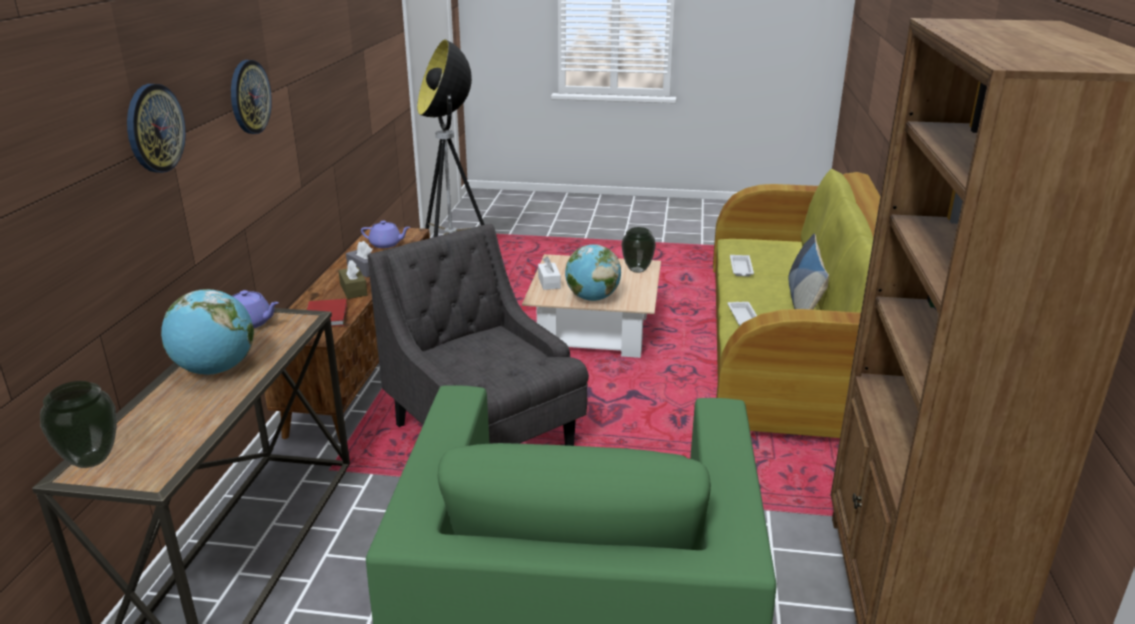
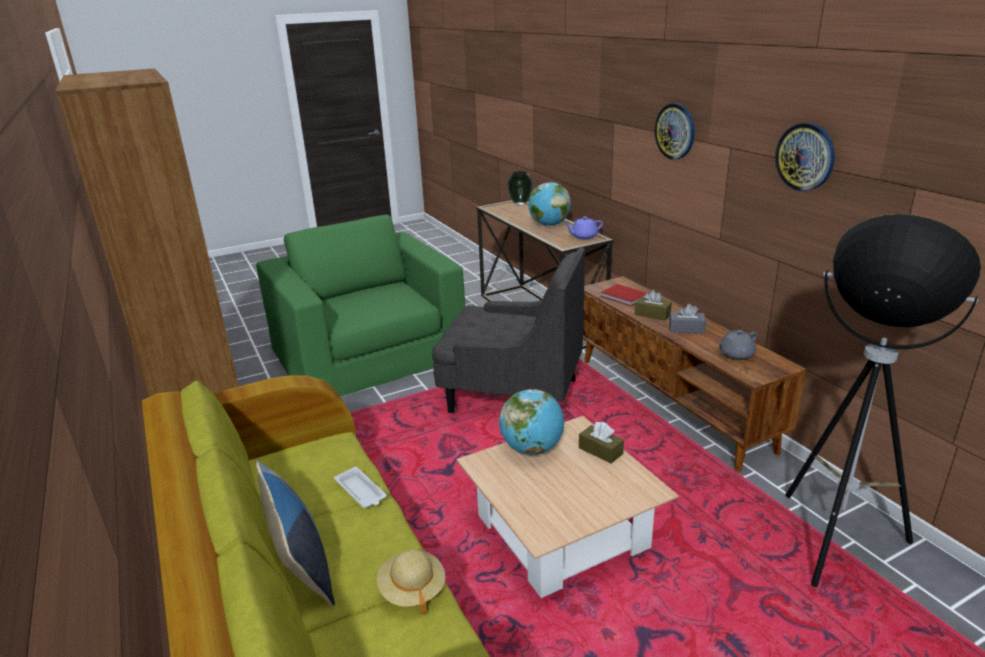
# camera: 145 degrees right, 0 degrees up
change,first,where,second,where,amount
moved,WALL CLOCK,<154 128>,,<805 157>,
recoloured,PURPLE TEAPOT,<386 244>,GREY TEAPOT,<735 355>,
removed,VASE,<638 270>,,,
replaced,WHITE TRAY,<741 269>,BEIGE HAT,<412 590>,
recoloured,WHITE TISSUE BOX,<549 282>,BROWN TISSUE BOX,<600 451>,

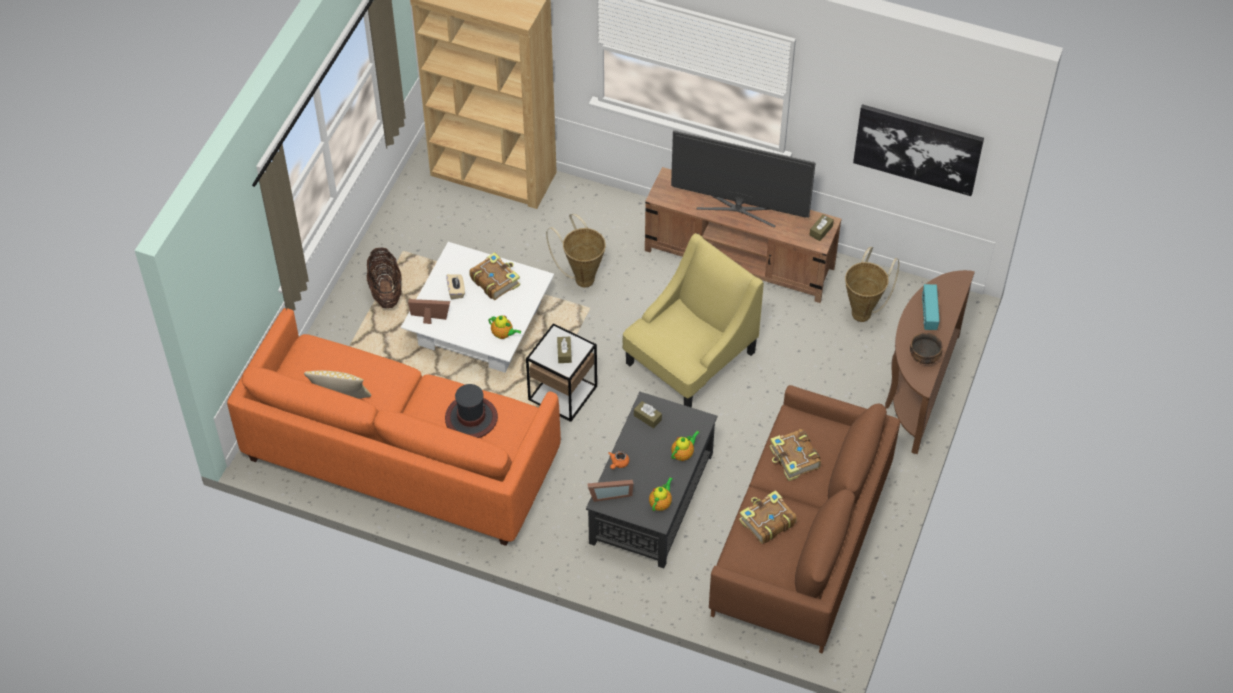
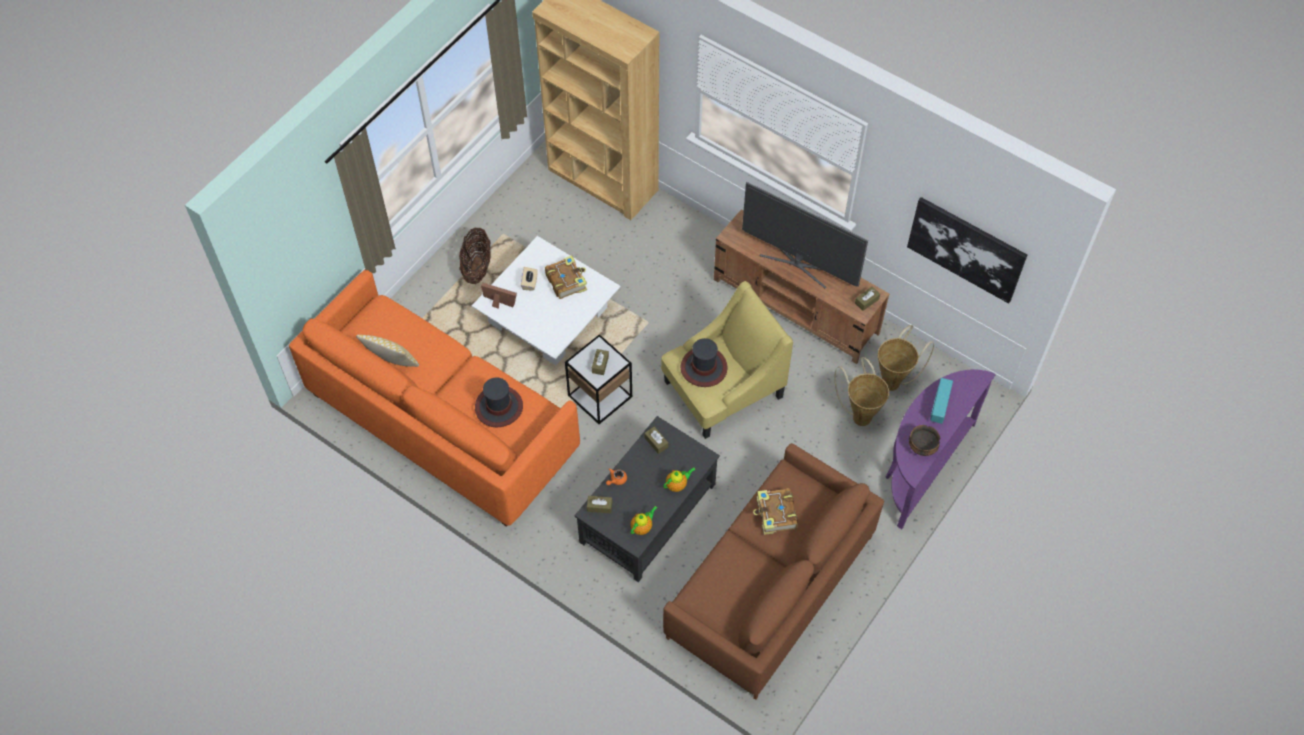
# camera: 15 degrees right, 5 degrees up
change,first,where,second,where,amount
moved,BASKET,<581 277>,,<859 414>,
recoloured,BROWN CONSOLE TABLE,<918 388>,PURPLE CONSOLE TABLE,<921 466>,
removed,TEAPOT,<503 334>,,,
replaced,PICTURE FRAME,<609 493>,BROWN TISSUE BOX,<599 506>,
removed,BOOK,<766 522>,,,
added,,,HAT,<704 367>,

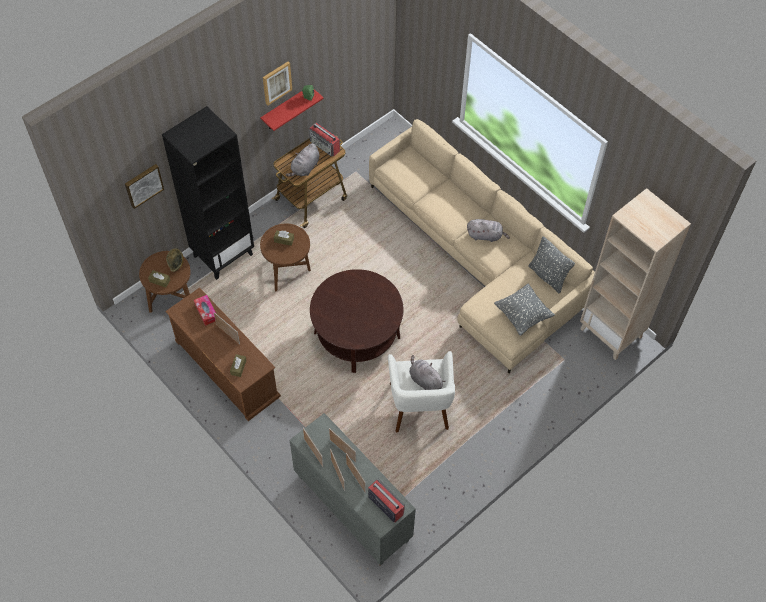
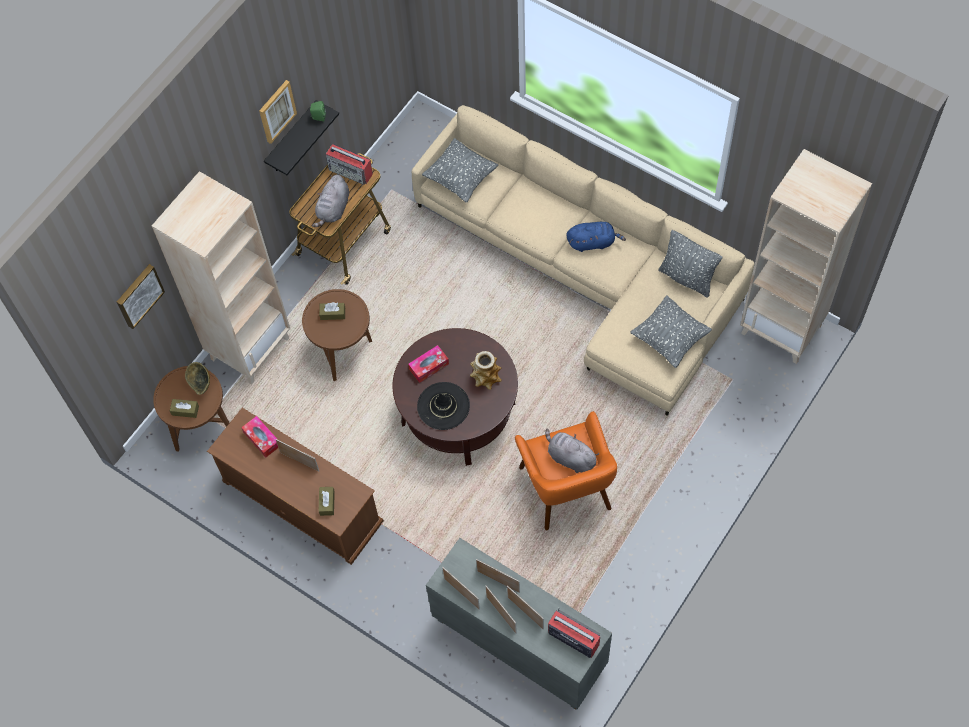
# camera: 10 degrees left, 5 degrees up
change,first,where,second,where,amount
recoloured,RED SHELF,<286 109>,BLACK SHELF,<292 139>,
recoloured,BLACK BOOKCASE,<223 254>,BEIGE BOOKCASE,<250 347>,
recoloured,GREY PLUSH TOY,<486 236>,BLUE PLUSH TOY,<593 242>,
recoloured,WHITE ARMCHAIR,<419 406>,ORANGE ARMCHAIR,<566 489>,
added,,,GREY PILLOW,<461 178>,
added,,,TISSUE BOX,<429 366>,
added,,,VASE,<485 377>,
added,,,BLACK HAT,<443 406>,

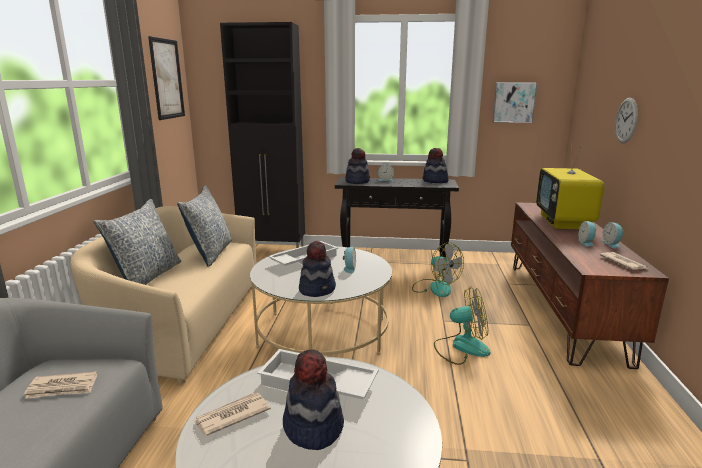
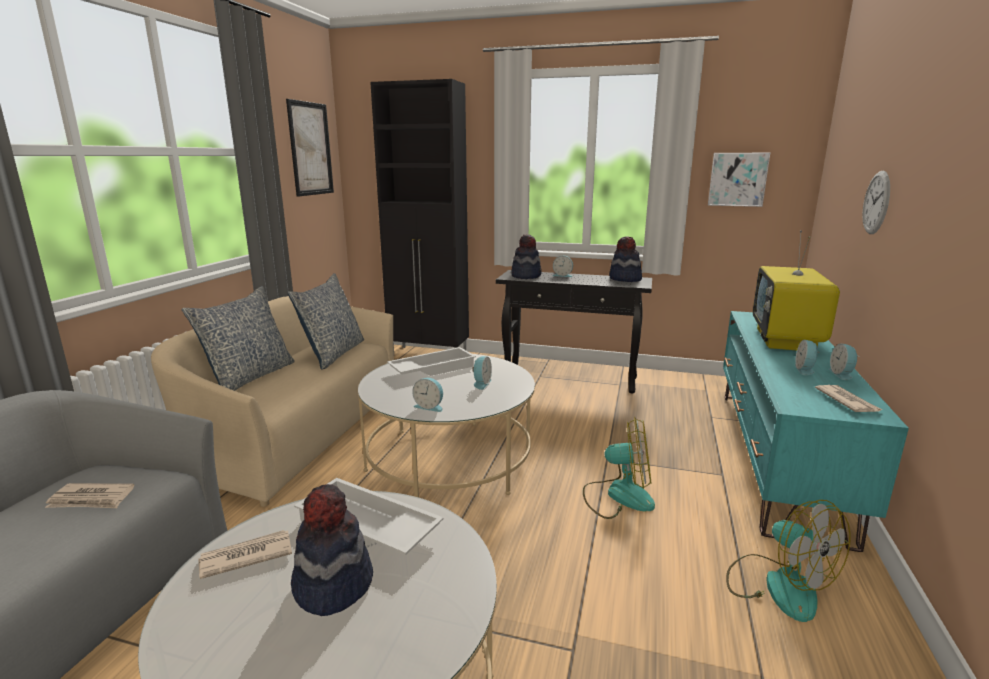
# camera: 10 degrees right, 0 degrees up
change,first,where,second,where,amount
recoloured,BROWN TV STAND,<562 308>,TURQUOISE TV STAND,<776 456>,
replaced,HAT,<317 289>,ALARM CLOCK,<429 406>,
moved,FAN,<435 287>,,<778 585>,

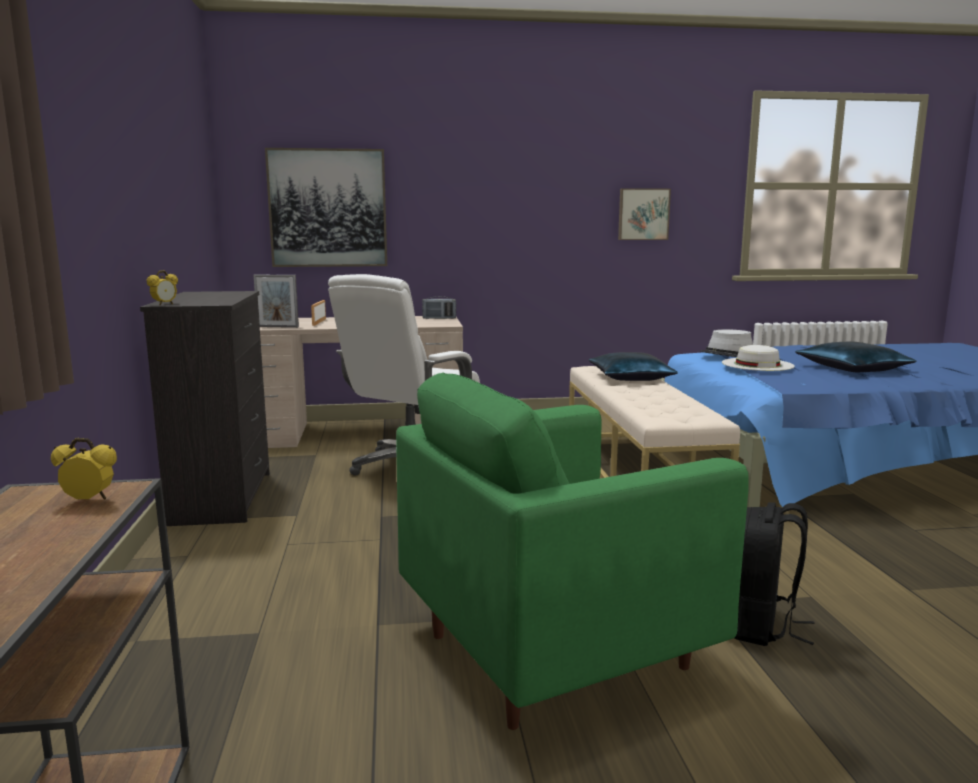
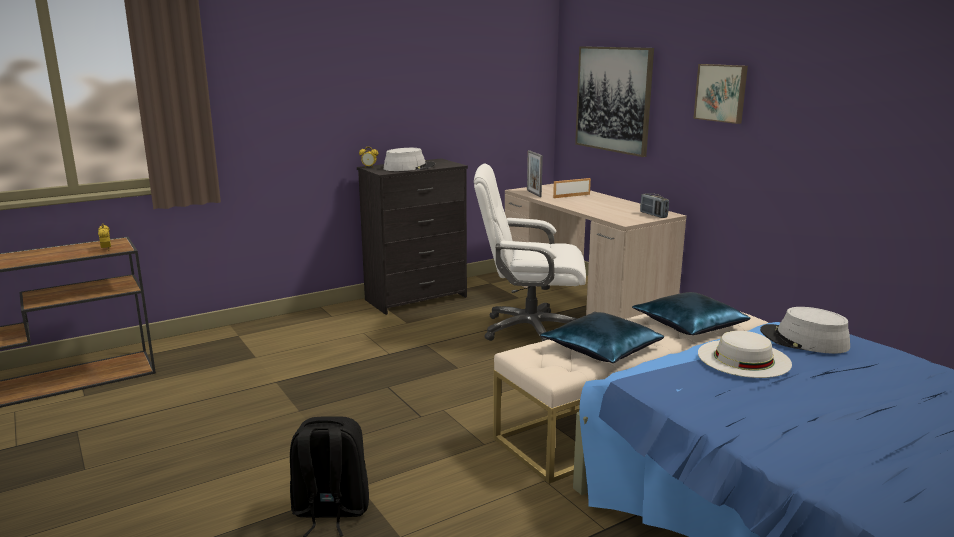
# camera: 65 degrees right, 5 degrees up
change,first,where,second,where,amount
moved,PICTURE,<643 214>,,<721 93>,
moved,BLUE PILLOW,<853 369>,,<601 349>,
removed,GREEN ARMCHAIR,<553 651>,,,
added,,,GREY HAT,<409 167>,

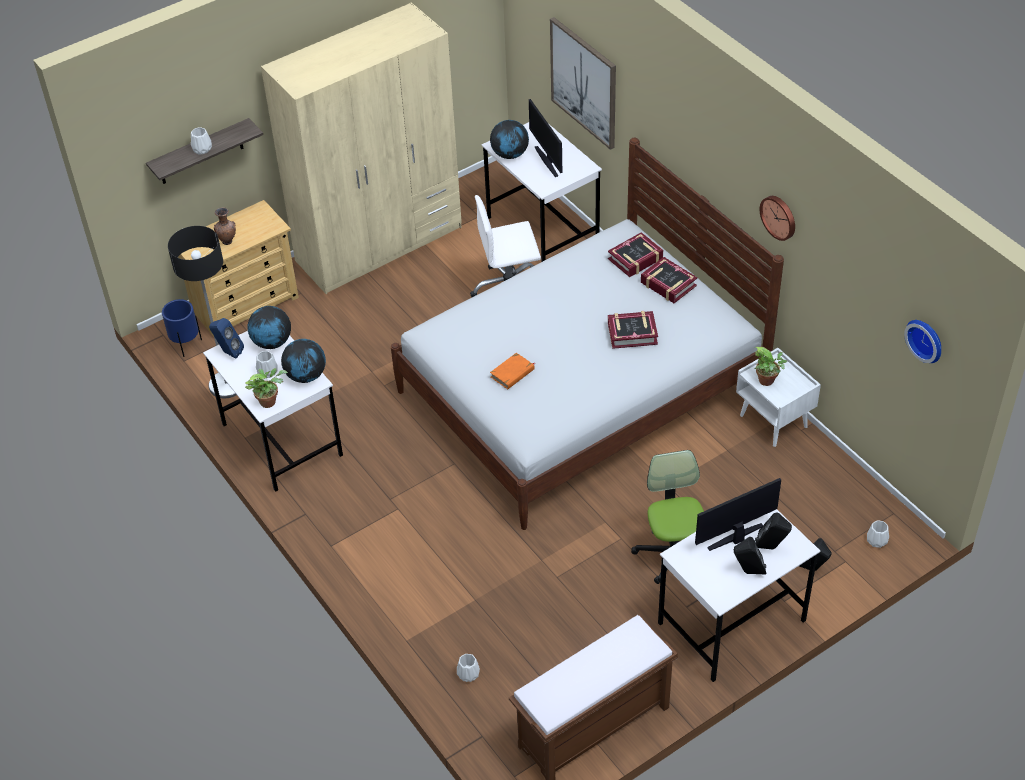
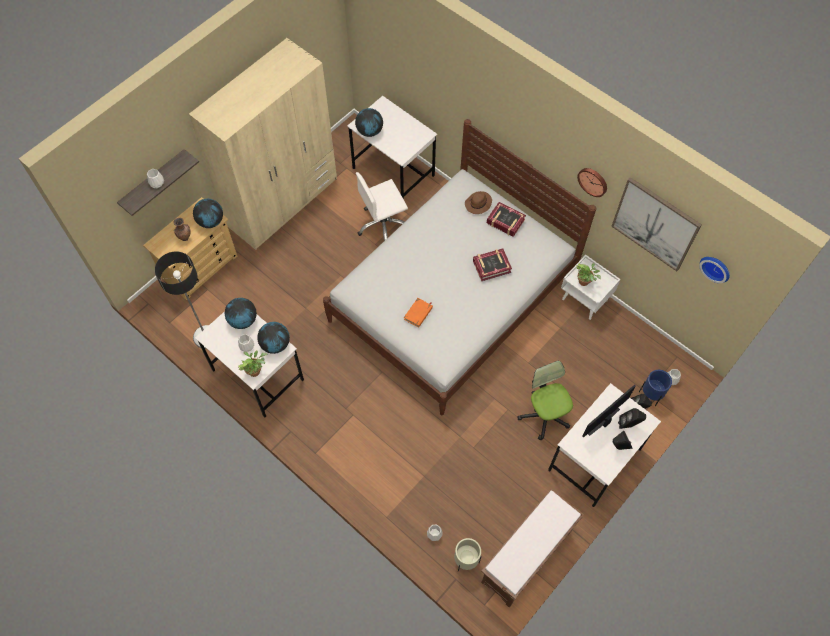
# camera: 15 degrees left, 15 degrees up
change,first,where,second,where,amount
moved,PICTURE,<584 82>,,<655 224>,
removed,MONITOR,<547 161>,,,
replaced,BOOK,<635 259>,BROWN HAT,<478 204>,
moved,BLUE PLANTER,<186 346>,,<651 395>,
removed,BLUE SPEAKER,<228 352>,,,
added,,,GLOBE,<211 221>,
added,,,BEIGE PLANTER,<466 560>,

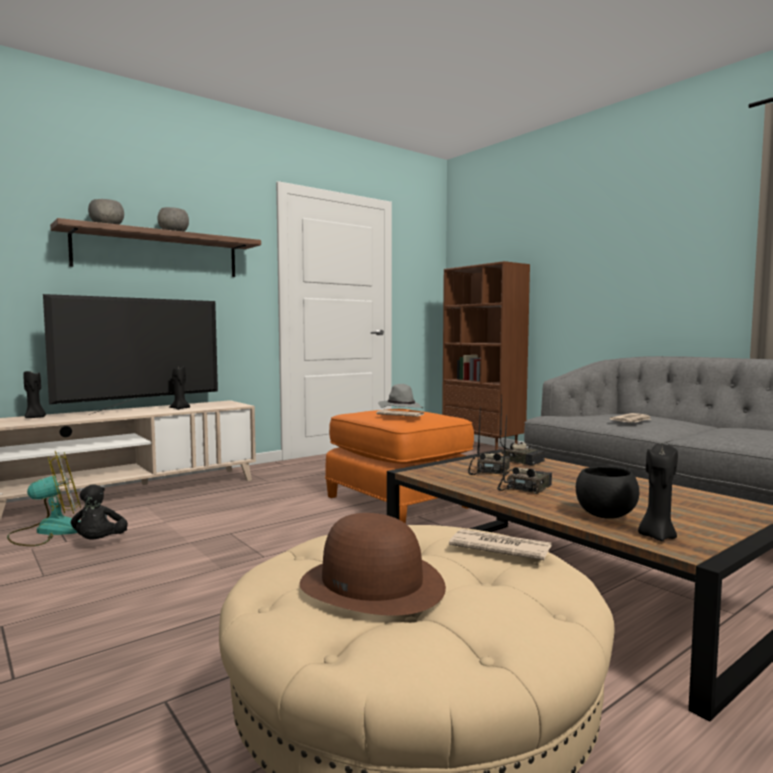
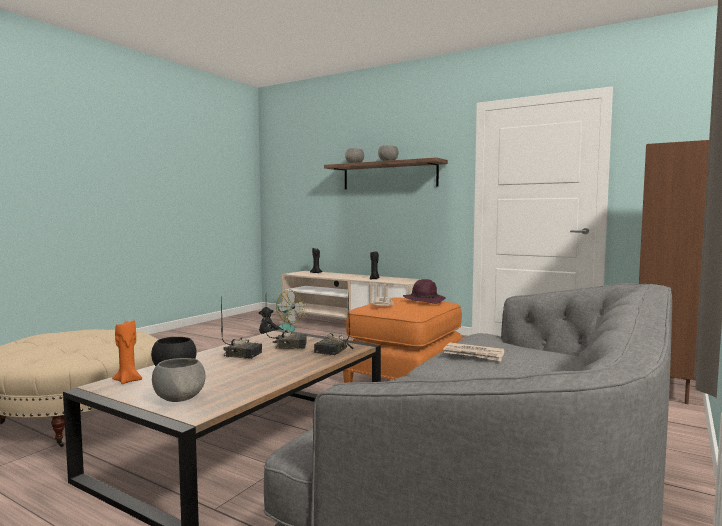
# camera: 70 degrees right, 0 degrees up
change,first,where,second,where,amount
removed,TELEVISION,<141 409>,,,
recoloured,GREY HAT,<400 408>,PURPLE HAT,<424 300>,
recoloured,BLACK CANDLE,<656 536>,ORANGE CANDLE,<128 381>,
removed,BROWN HAT,<372 584>,,,
removed,NEWSPAPER,<499 548>,,,
added,,,GREY BOWL,<179 399>,

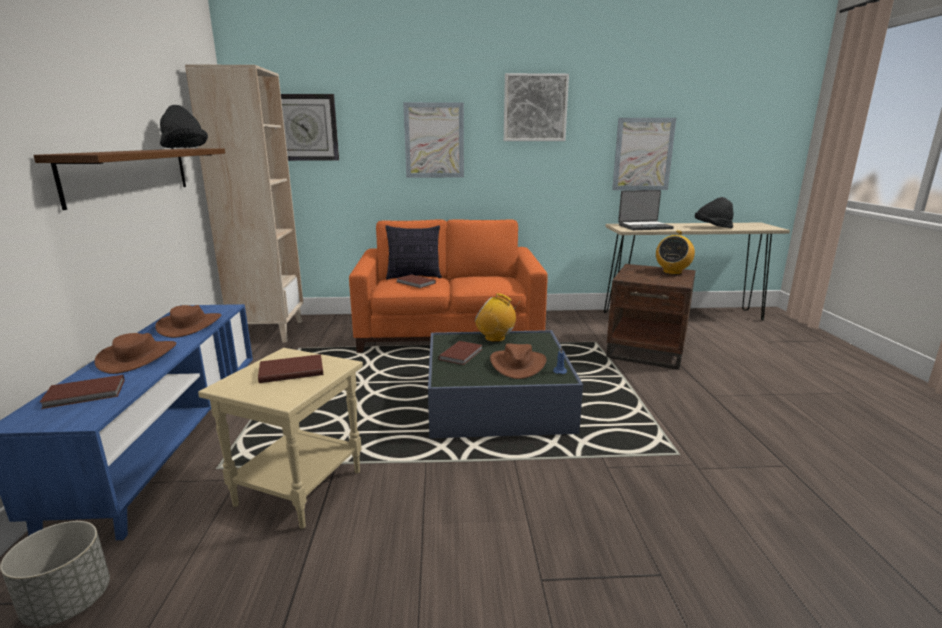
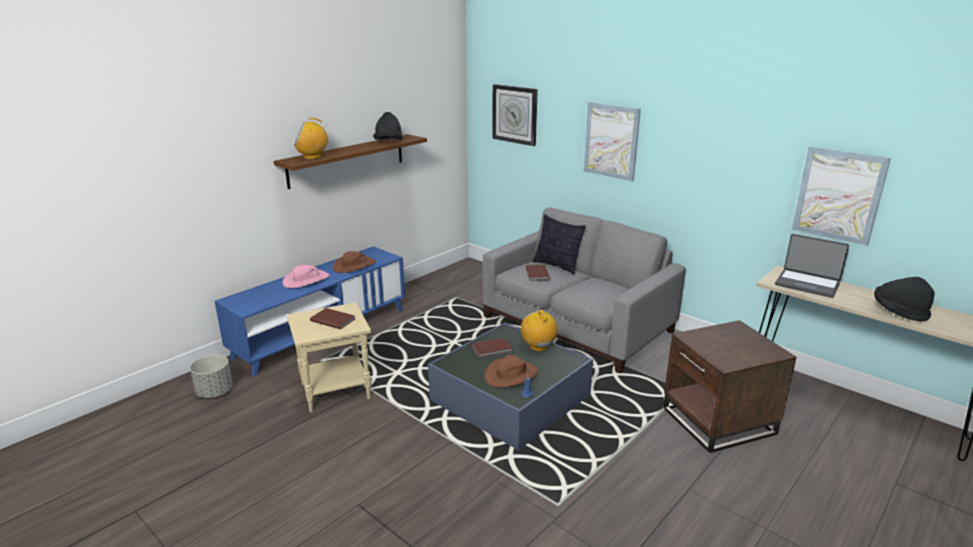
# camera: 45 degrees right, 5 degrees up
change,first,where,second,where,amount
removed,BEIGE BOOKCASE,<269 331>,,,
removed,PICTURE,<535 108>,,,
recoloured,ORANGE SOFA,<449 331>,GREY SOFA,<576 324>,
moved,RADIO,<672 272>,,<312 157>,
recoloured,BROWN HAT,<138 357>,PINK HAT,<306 280>,
removed,BROWN BOOK,<86 394>,,,

